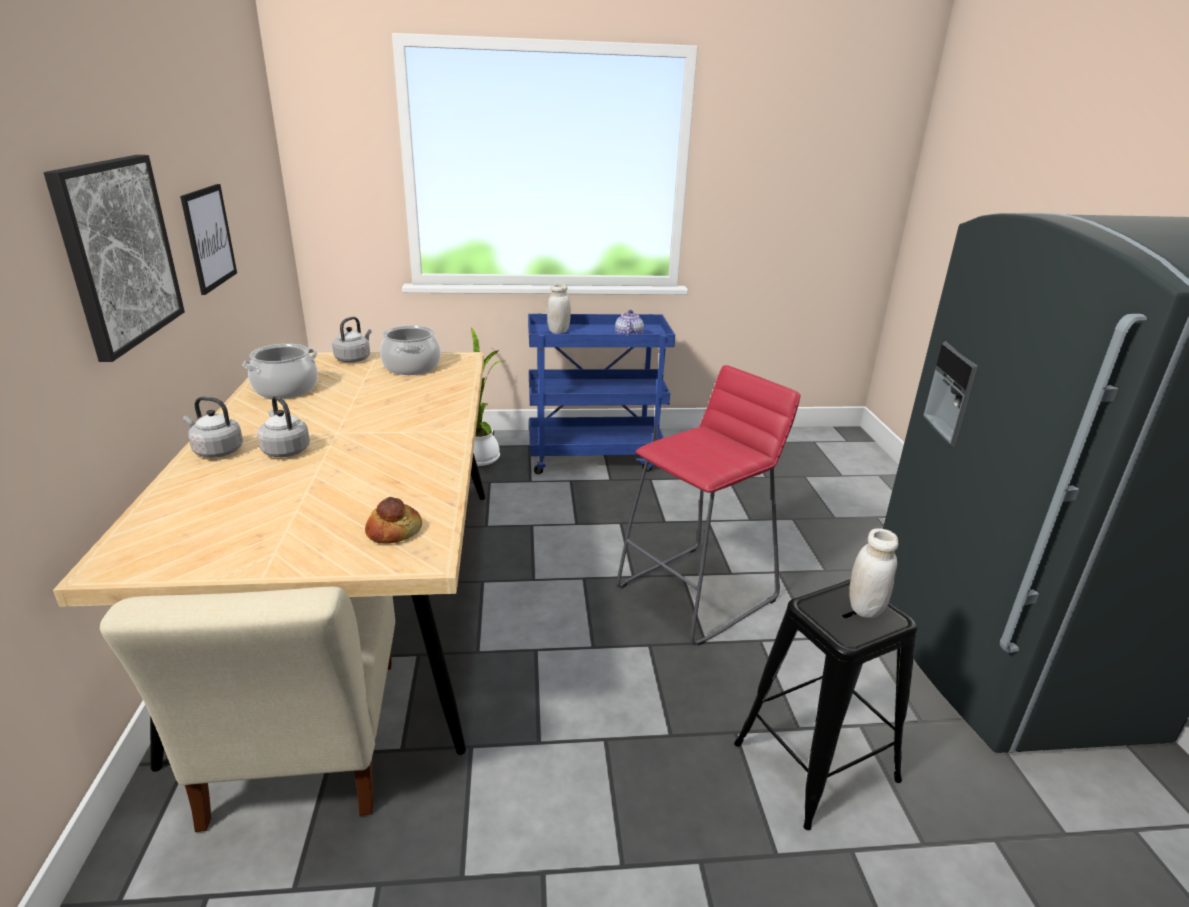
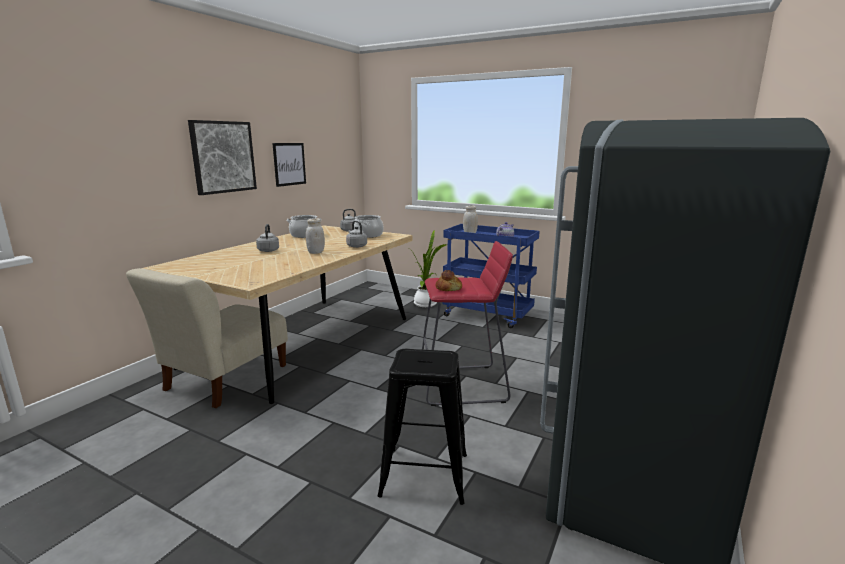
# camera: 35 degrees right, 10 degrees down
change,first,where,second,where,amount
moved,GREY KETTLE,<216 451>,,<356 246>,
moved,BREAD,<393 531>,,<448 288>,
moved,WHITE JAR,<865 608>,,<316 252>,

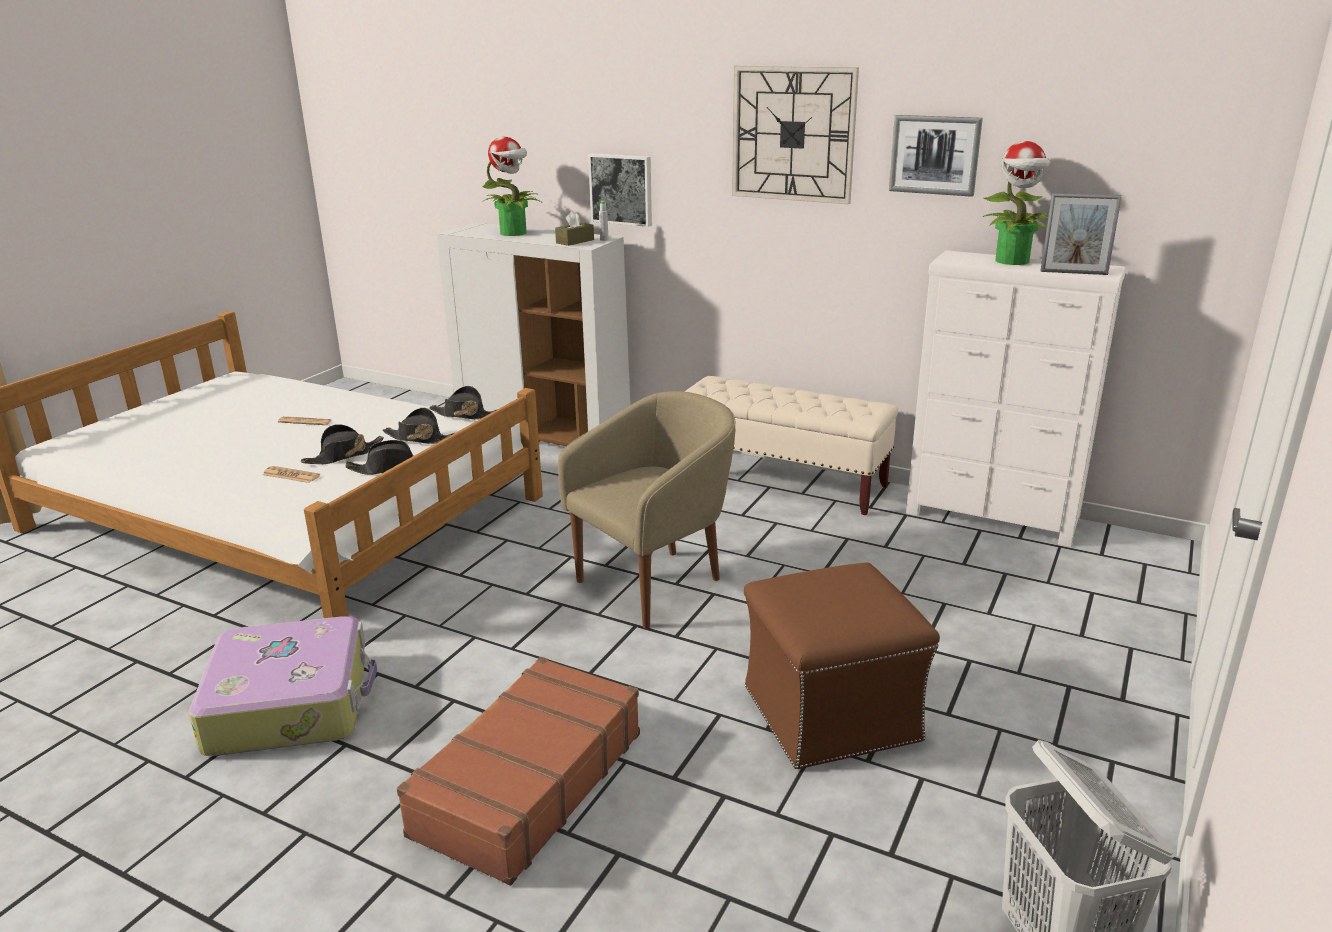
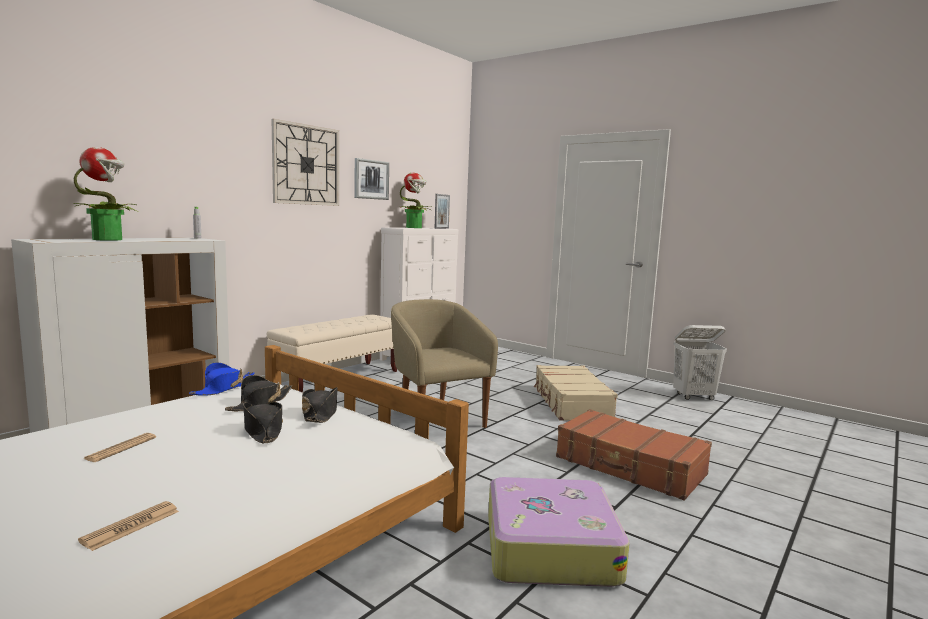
# camera: 80 degrees left, 15 degrees down
change,first,where,second,where,amount
removed,PICTURE,<622 189>,,,
removed,BROWN TISSUE BOX,<575 241>,,,
recoloured,BLACK HAT,<464 414>,BLUE HAT,<223 388>,
moved,NEWSPAPER,<291 475>,,<131 526>,
replaced,BROWN OTTOMAN,<829 714>,BEIGE SUITCASE,<571 403>,

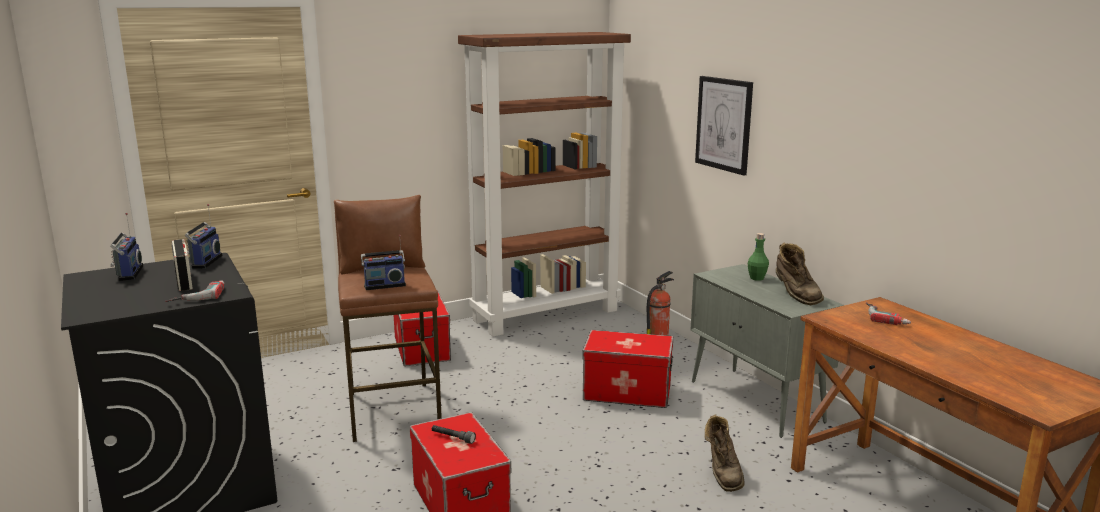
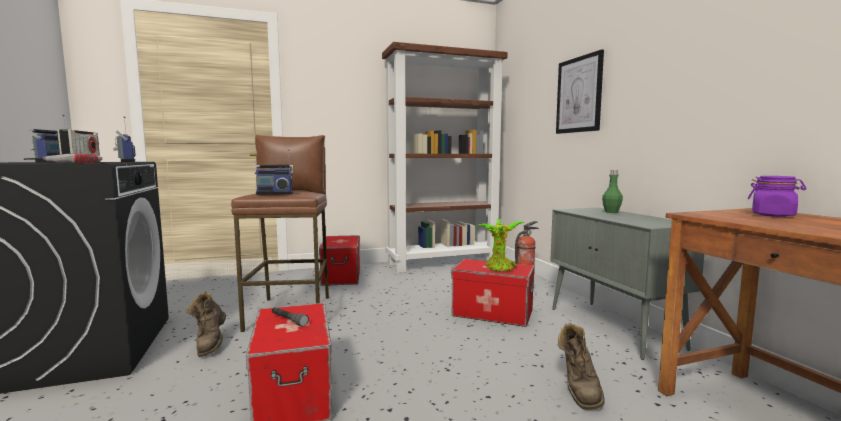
# camera: 10 degrees right, 10 degrees down
change,first,where,second,where,amount
turned,RADIO,<204 262>,,<125 161>,45 degrees counterclockwise
moved,BROWN BOOT,<795 296>,,<210 345>,
replaced,POWER DRILL,<887 316>,PURPLE JAR,<773 215>,
added,,,POTTED PLANT,<500 269>,

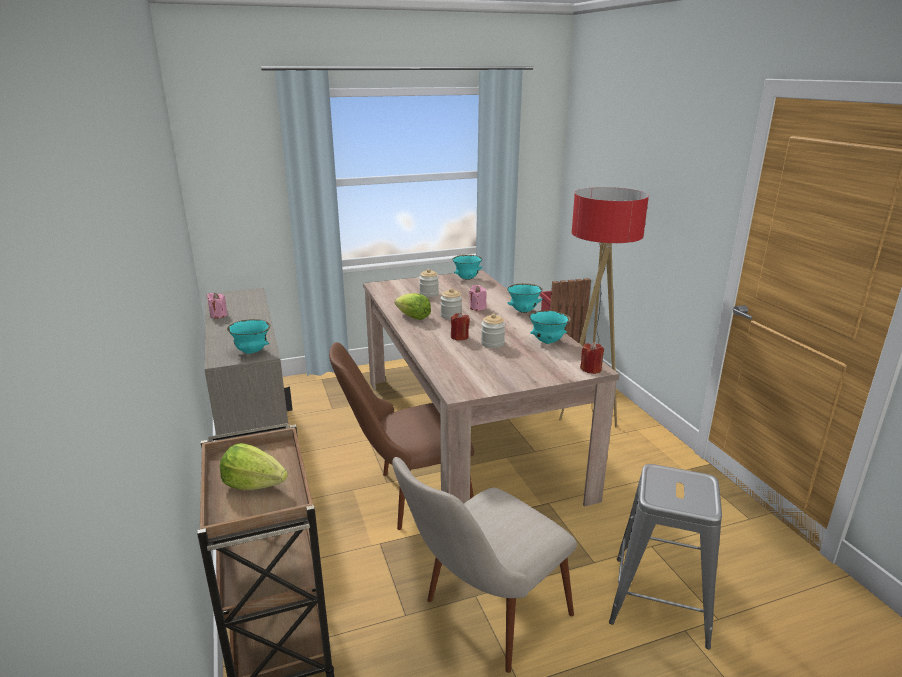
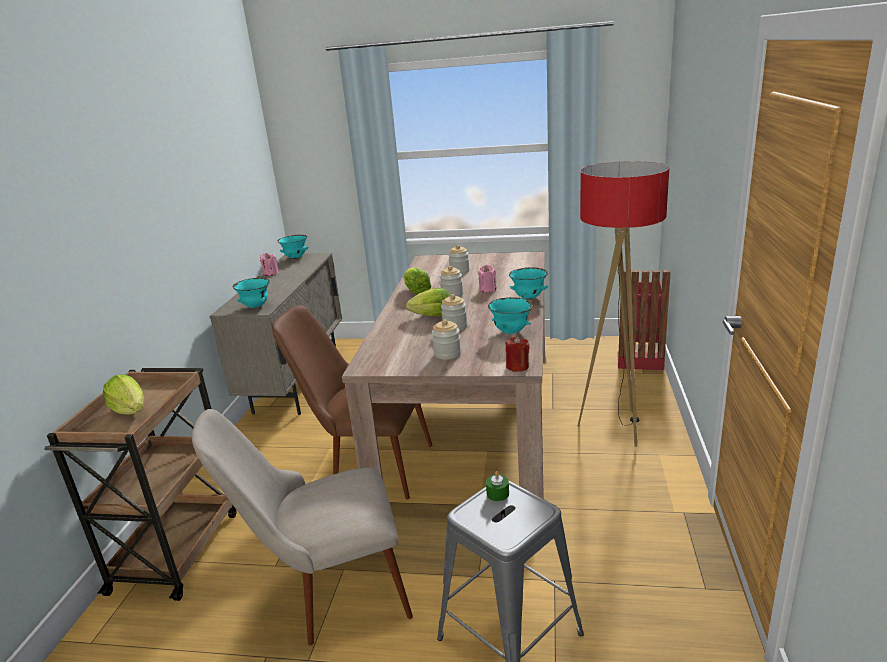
# camera: 30 degrees right, 0 degrees up
change,first,where,second,where,amount
moved,TURQUOISE BOWL,<467 278>,,<296 258>,
replaced,RED CANDLE,<459 337>,LETTUCE,<433 316>,
added,,,JAR,<447 354>,
added,,,GREEN CANDLE,<497 493>,

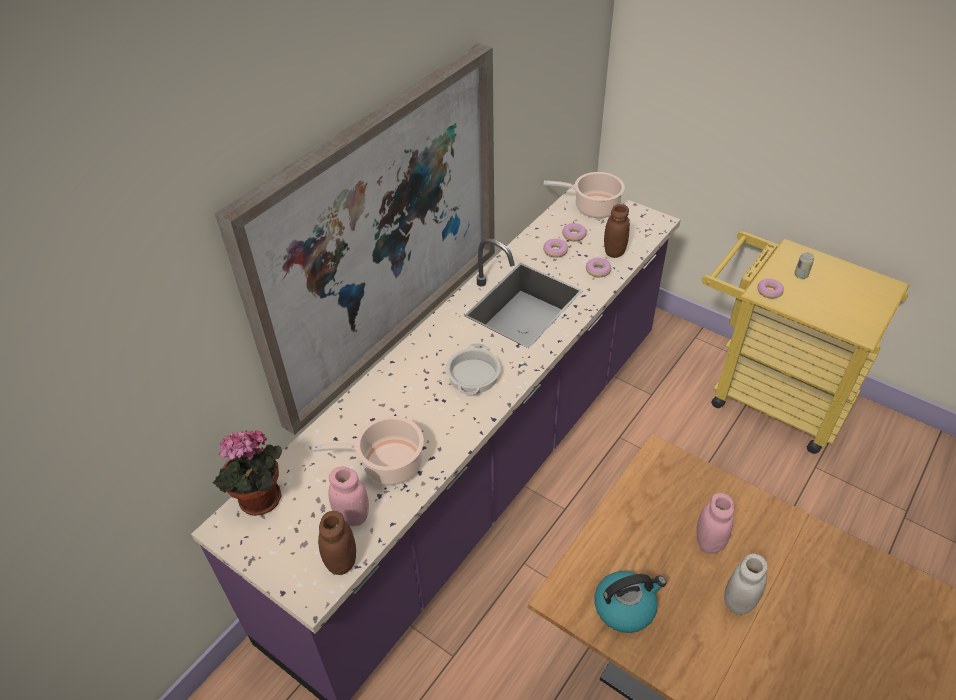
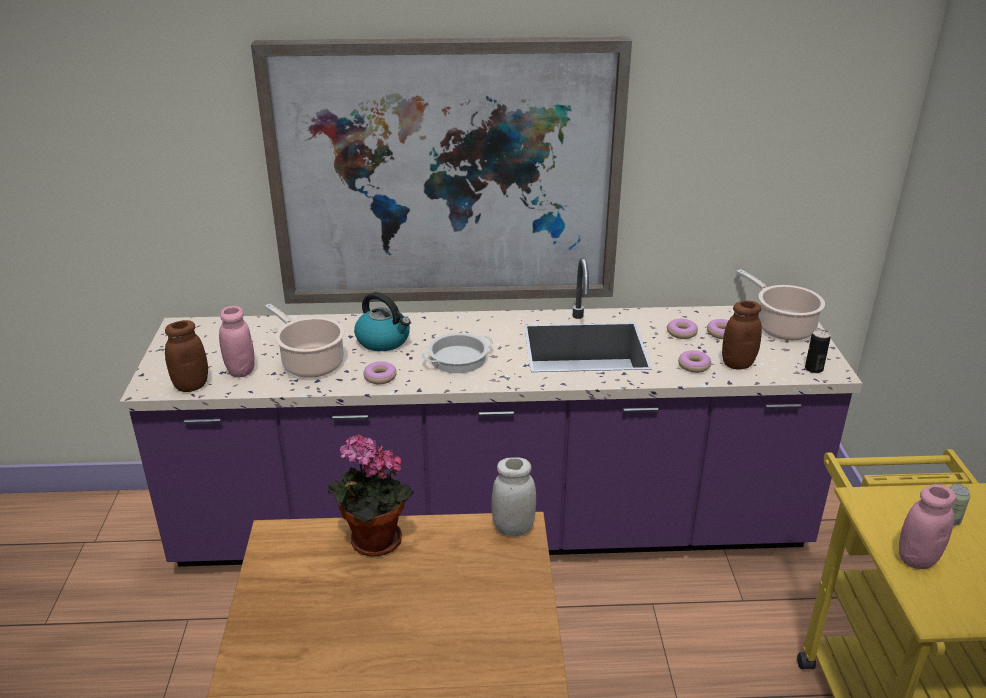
# camera: 50 degrees right, 15 degrees down
change,first,where,second,where,amount
moved,DONUT,<769 291>,,<380 377>,
moved,POTTED PLANT,<260 502>,,<372 543>,
moved,PINK JAR,<709 542>,,<917 559>,
moved,WHITE JAR,<738 602>,,<513 528>,
moved,KETTLE,<625 607>,,<384 340>,
added,,,CAN,<814 369>,

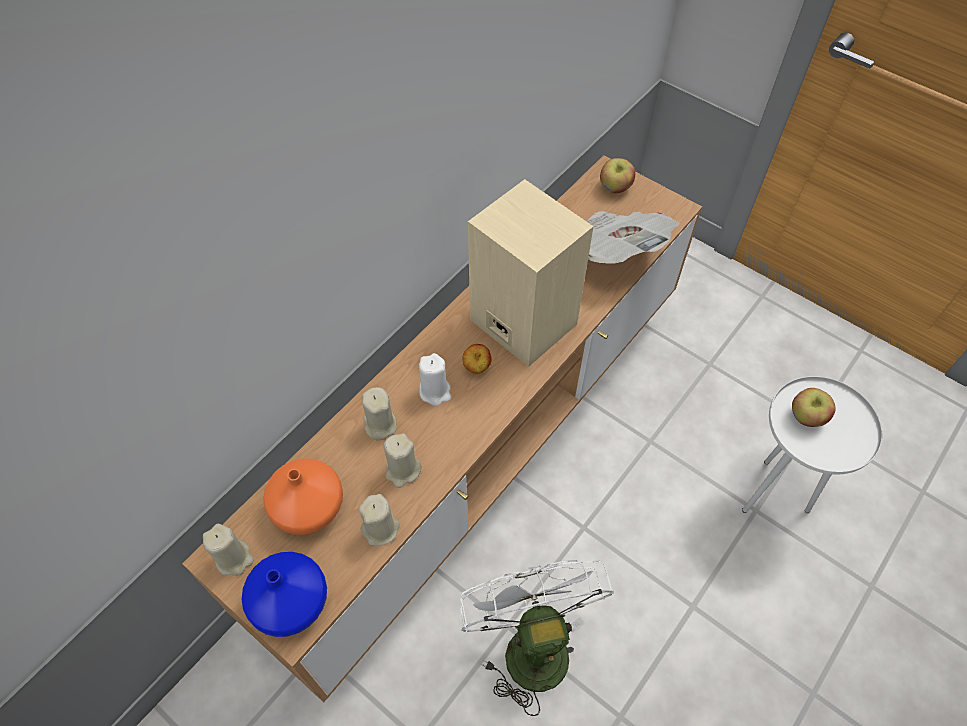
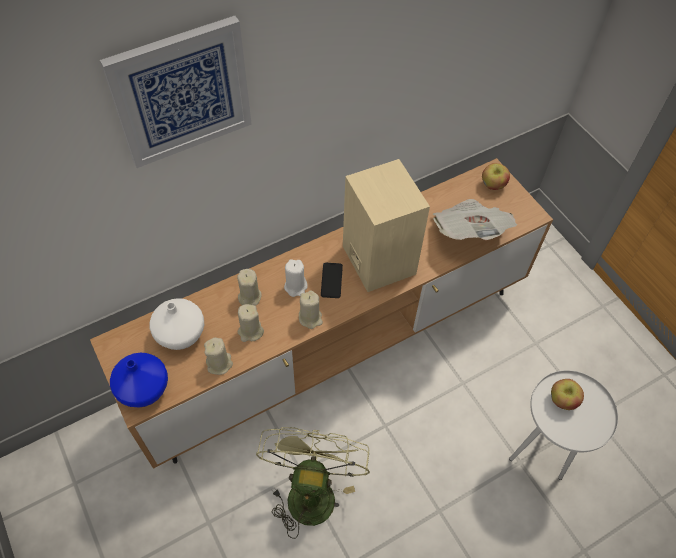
# camera: 20 degrees right, 0 degrees up
change,first,where,second,where,amount
replaced,APPLE,<477 367>,PHONE,<331 280>,
recoloured,ORANGE VASE,<309 506>,WHITE VASE,<181 333>,
moved,BEIGE CANDLE,<234 558>,,<310 318>,
recoloured,WHITE FAN,<529 643>,GREEN FAN,<310 489>,
added,,,PICTURE,<181 92>,

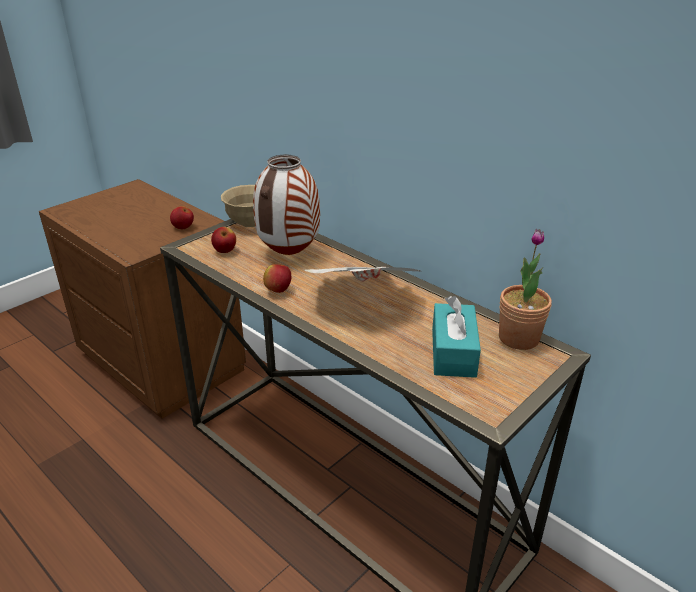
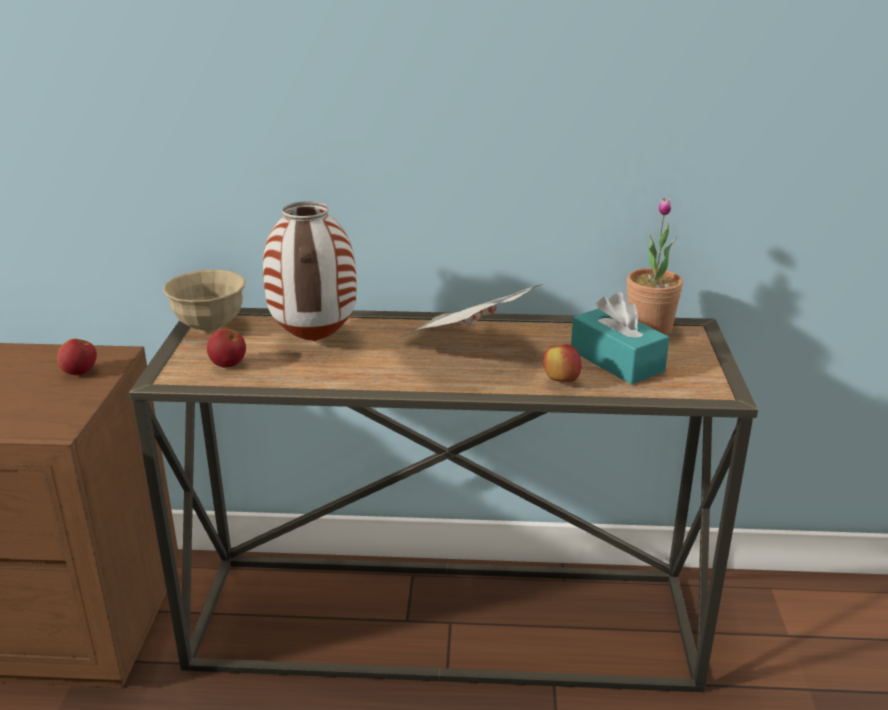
# camera: 40 degrees left, 5 degrees down
change,first,where,second,where,amount
moved,APPLE,<278 290>,,<561 381>,

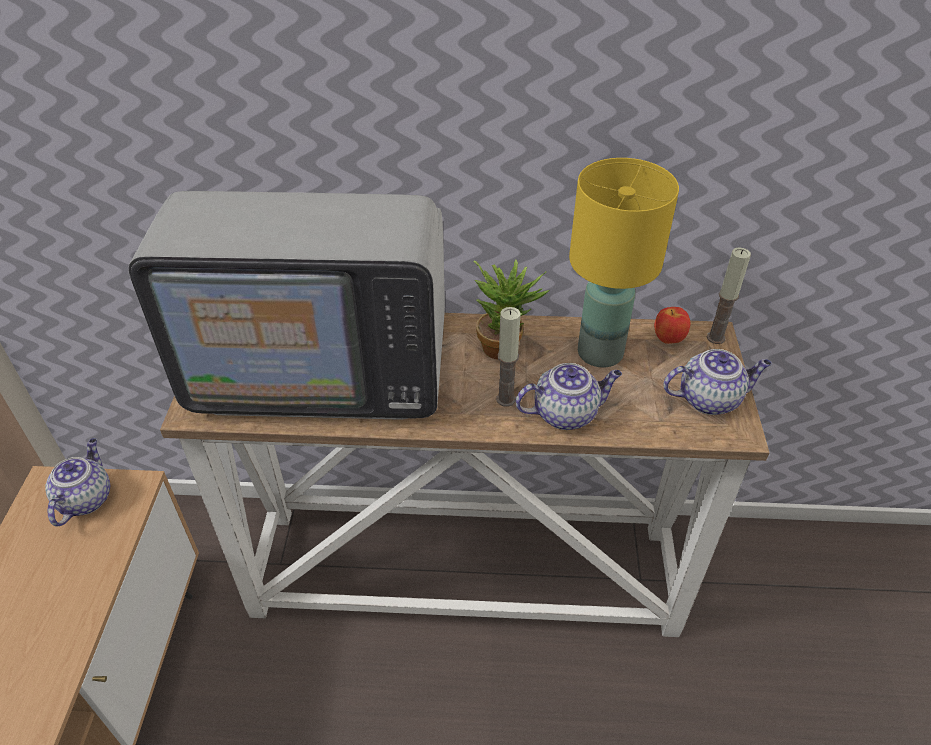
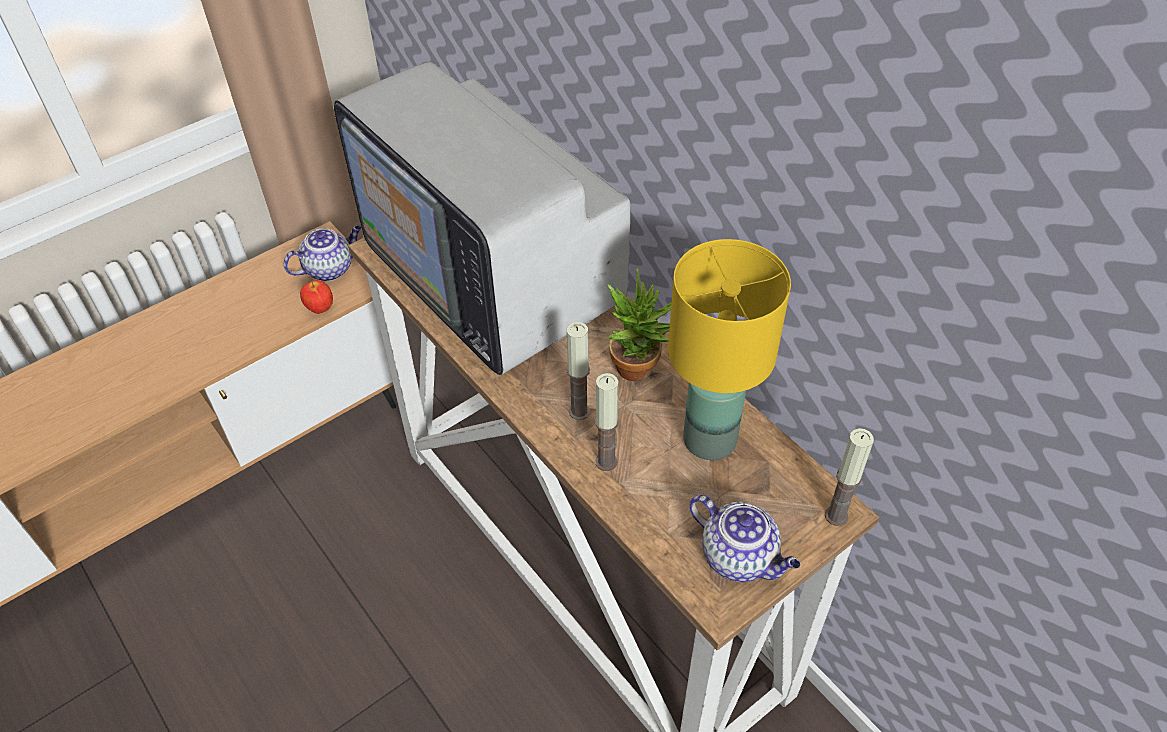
# camera: 50 degrees right, 5 degrees up
change,first,where,second,where,amount
moved,APPLE,<668 340>,,<319 309>,
replaced,TEAPOT,<566 413>,CANDLE,<606 462>,

